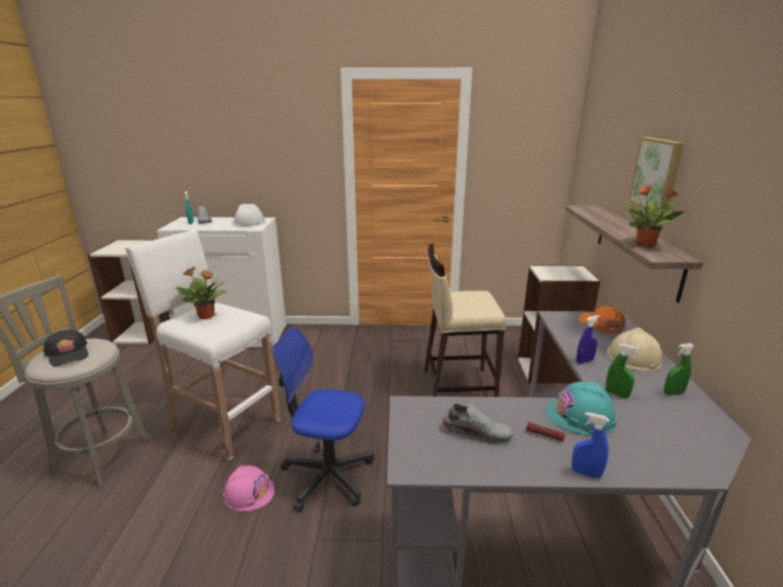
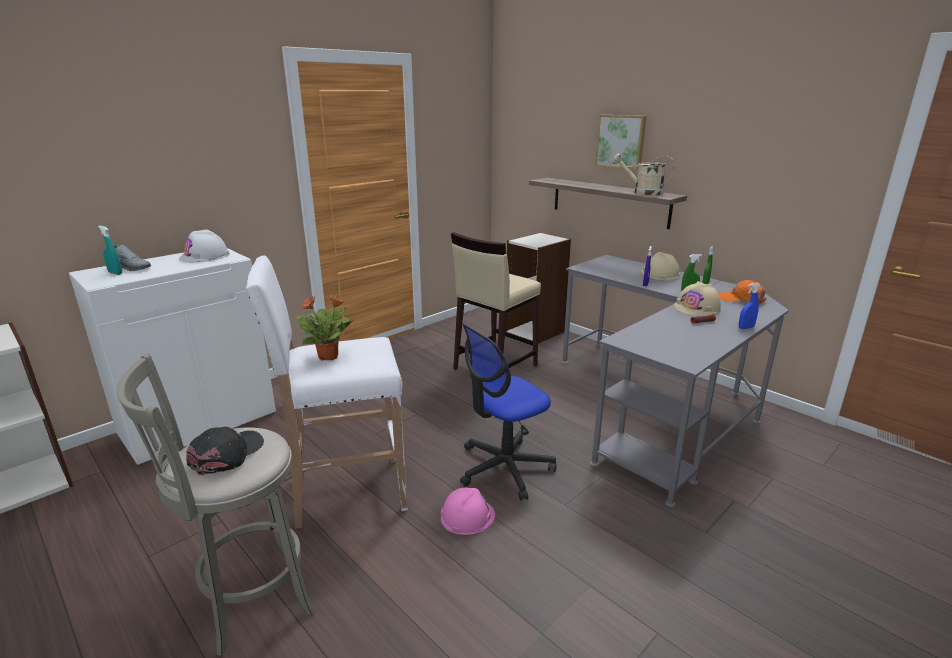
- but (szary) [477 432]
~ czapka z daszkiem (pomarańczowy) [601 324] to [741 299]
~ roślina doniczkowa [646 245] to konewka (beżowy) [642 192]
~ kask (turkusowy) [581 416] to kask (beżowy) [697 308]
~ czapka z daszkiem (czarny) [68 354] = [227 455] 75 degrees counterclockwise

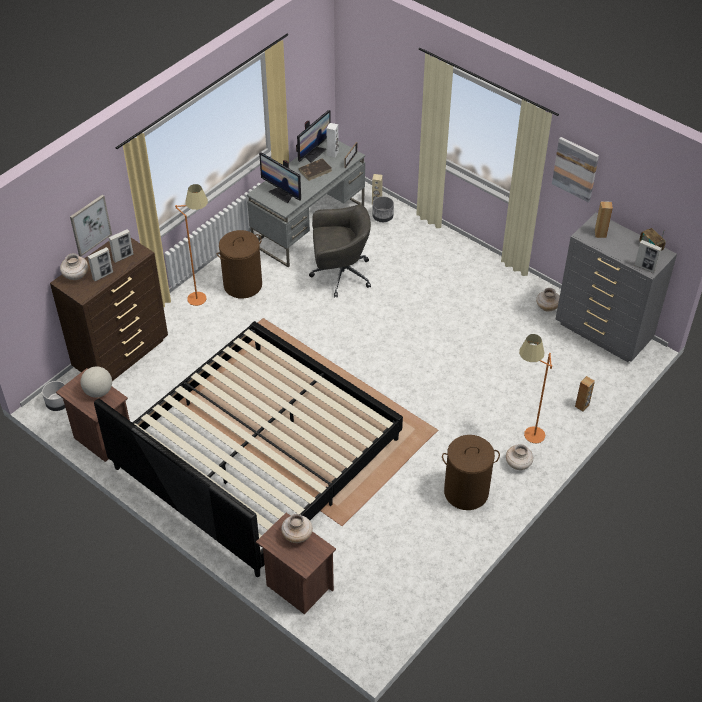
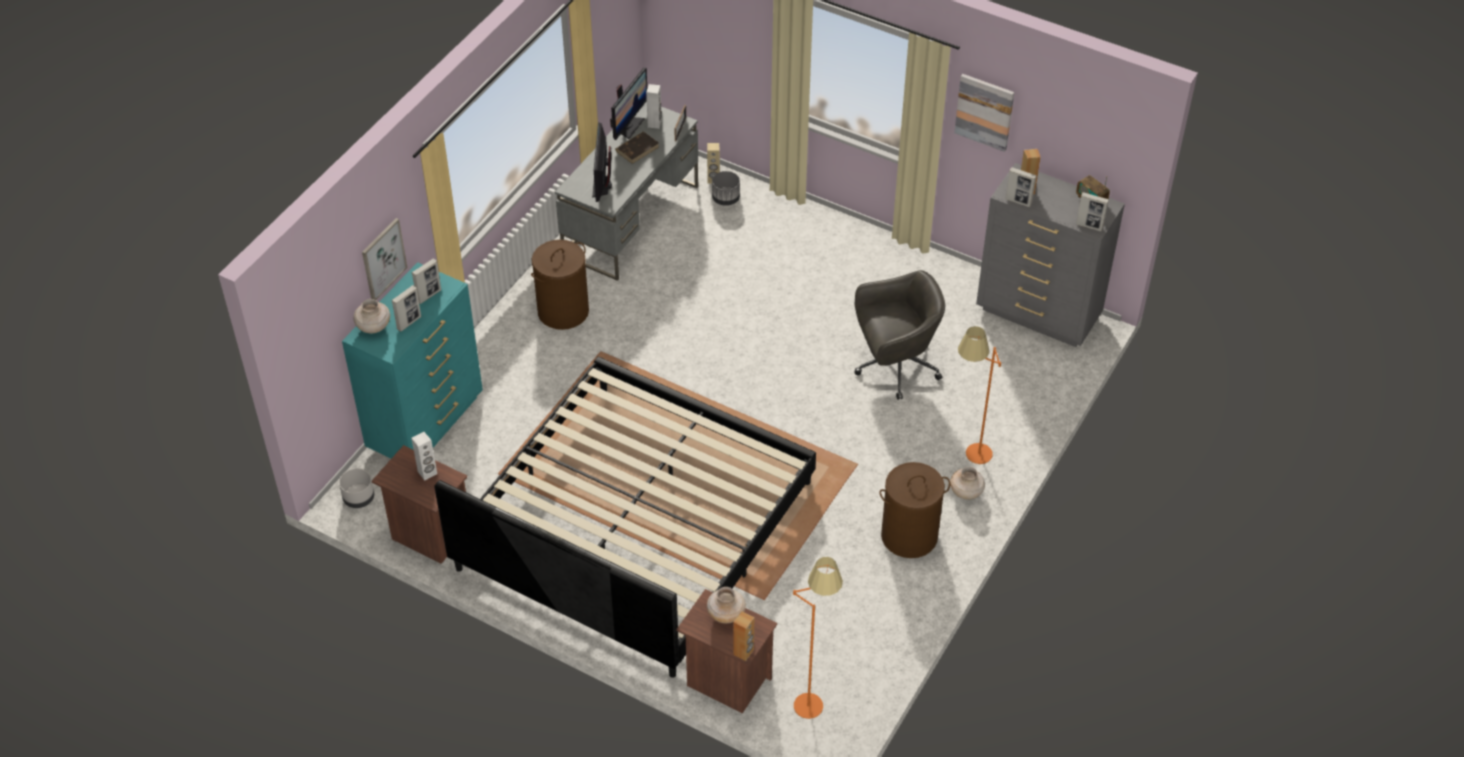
- wazon (beżowy) [547 307]
+ ramka na zdjęcie [1018 202]
~ lampa stojąca (pomarańczowy) [202 293] to [813 694]
~ krzesło biurowe (szary) [340 275] to [895 366]
~ głośnik (brązowy) [582 406] to [743 652]
~ globus [98 391] to głośnik (biały) [427 473]
~ komoda (brązowy) [122 354] to komoda (turkusowy) [427 423]
~ monitor [282 194] = [602 185] 60 degrees clockwise

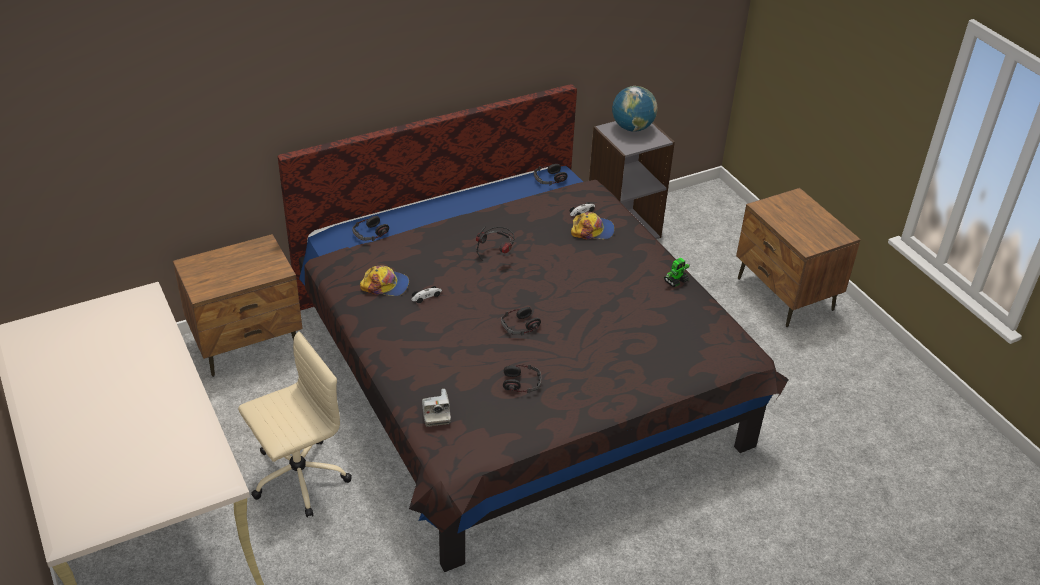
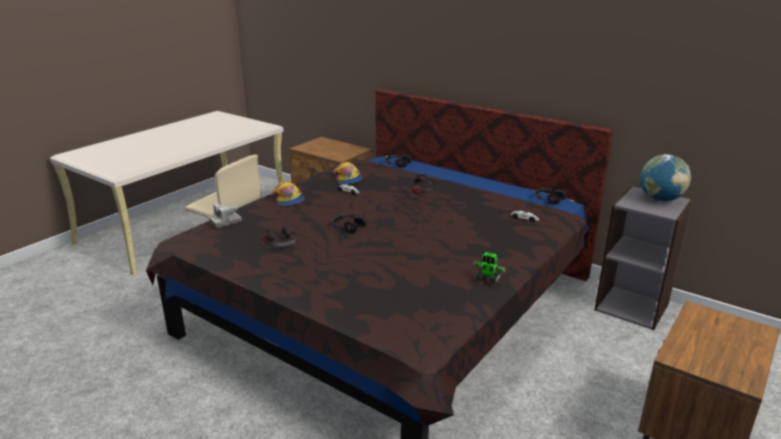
~ czapka z daszkiem [592 230] to [288 199]

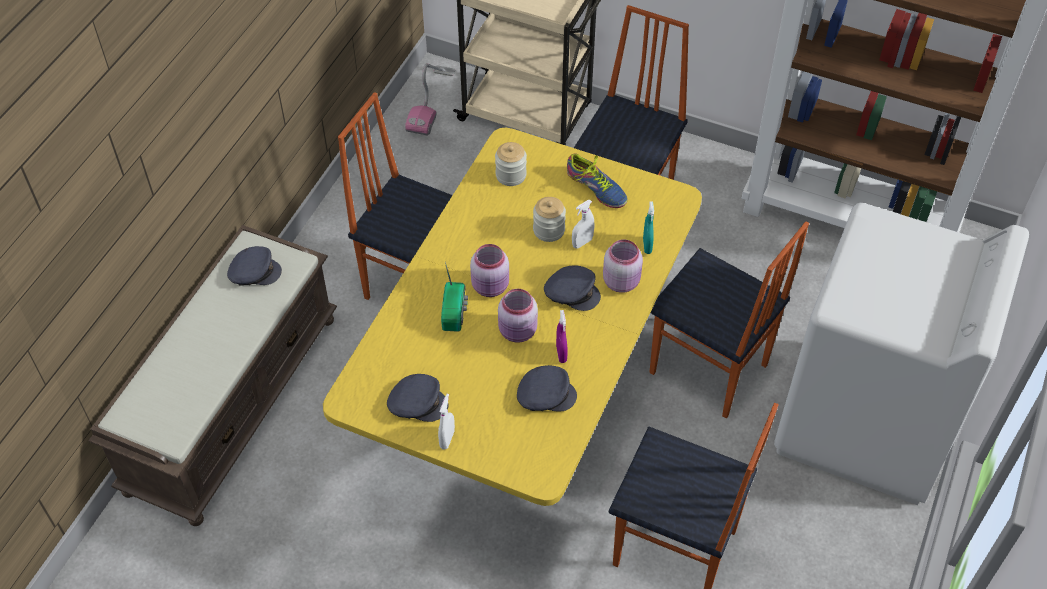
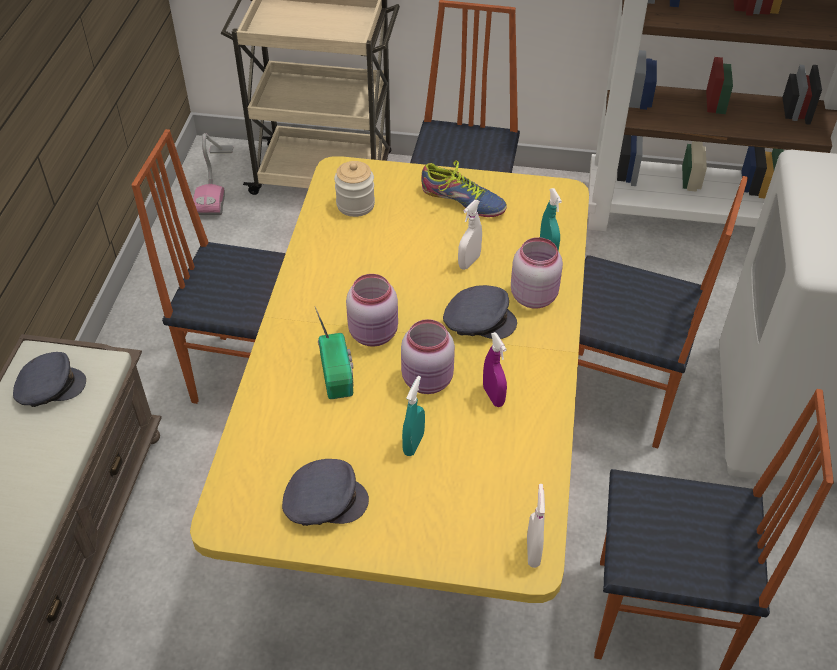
- czapka z daszkiem (szary) [545 395]
- słoik [549 230]
+ spryskiwacz (turkusowy) [413 444]
~ spryskiwacz (biały) [447 439] to [533 552]

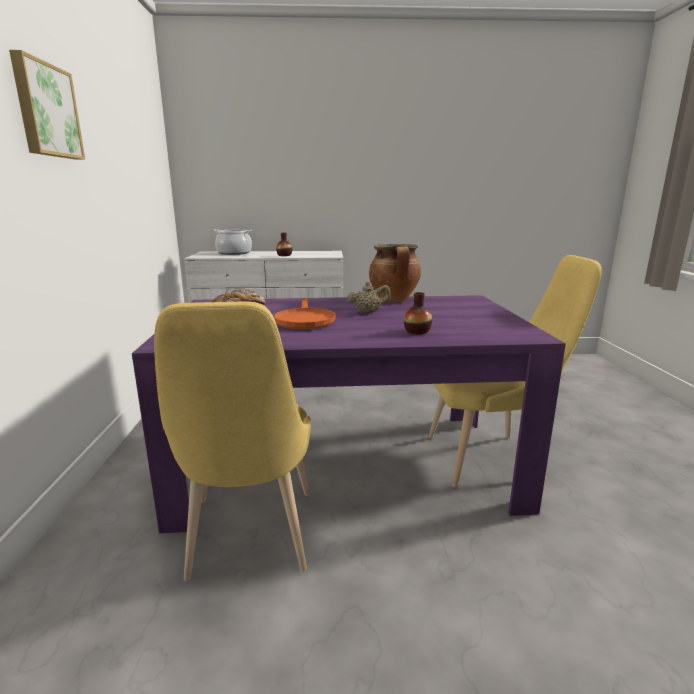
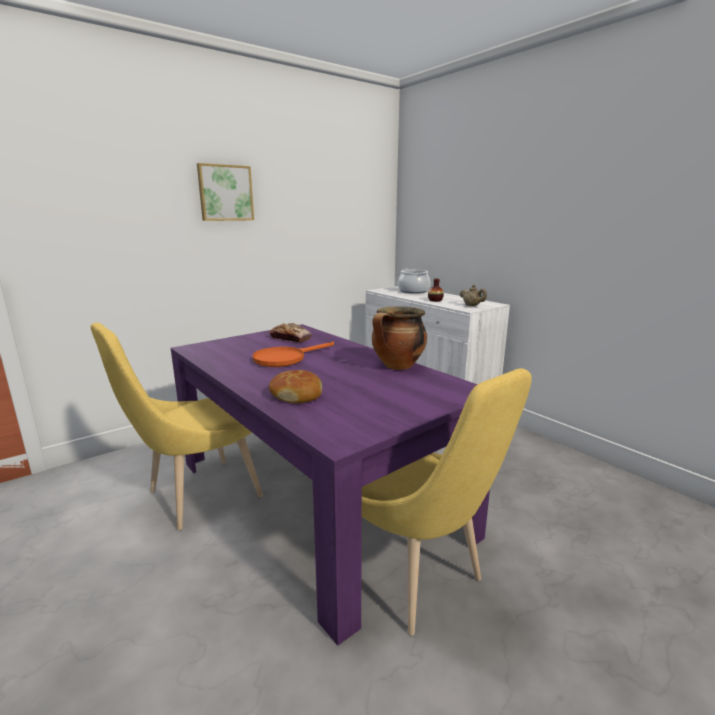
~ imbryk (beżowy) [368 312] to [472 305]
~ wazon [417 331] to chleb [297 395]

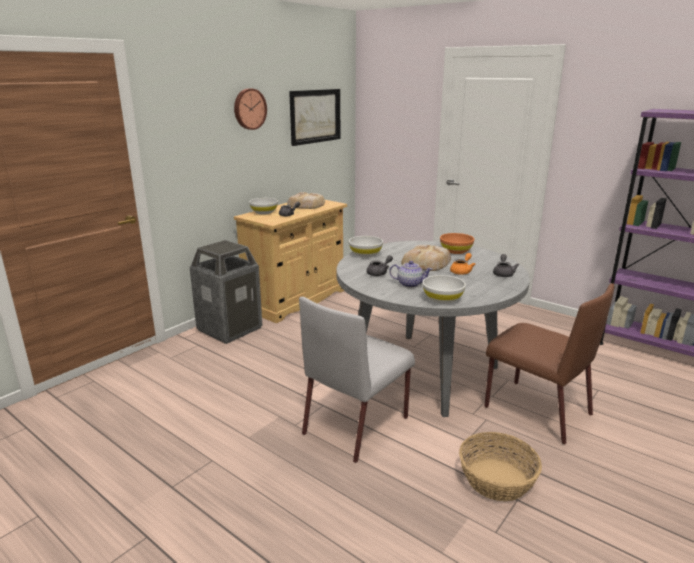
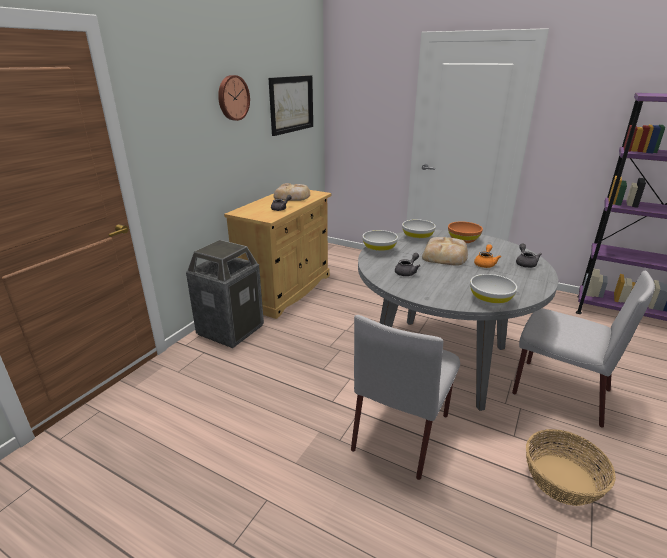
- imbryk [409 284]
~ miska (biały) [264 212] to [417 237]
~ krzesło (brązowy) [535 410] to krzesło (szary) [559 391]

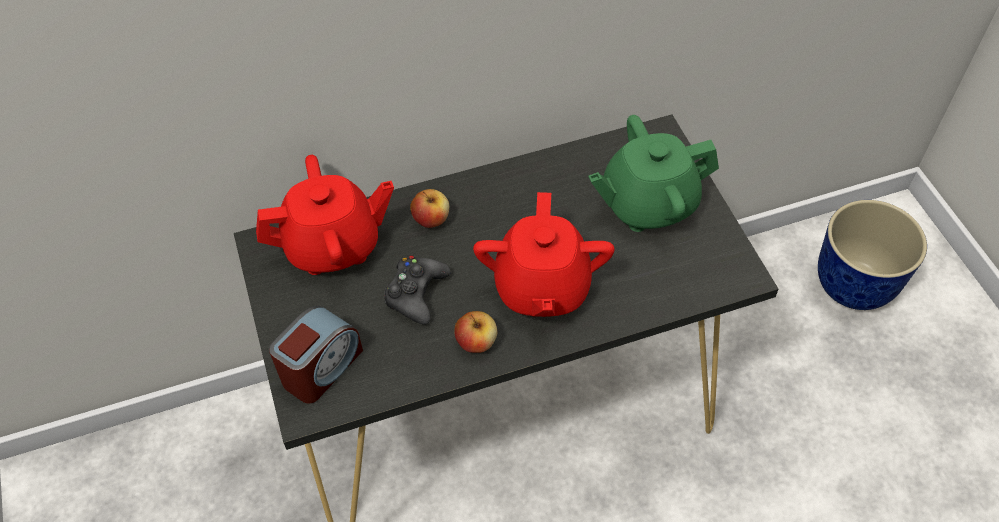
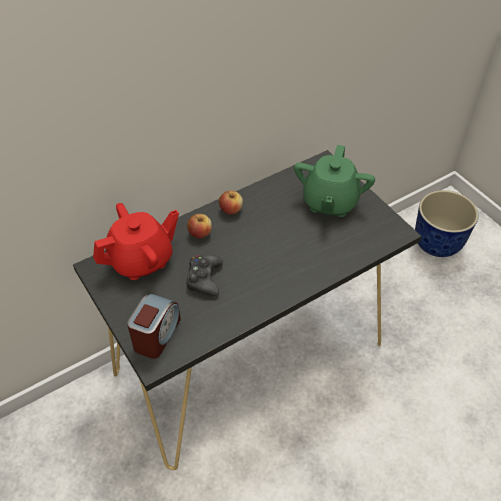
- imbryk (czerwony) [541 288]
~ jabłko [476 342] to [231 210]
~ imbryk (zielony) [647 204] = [329 202] 45 degrees counterclockwise

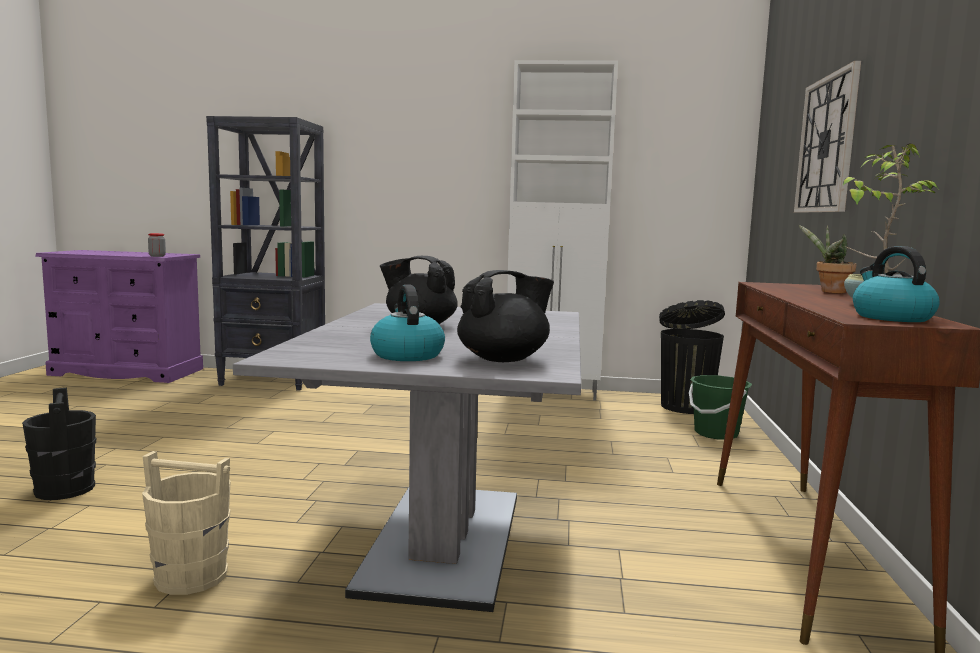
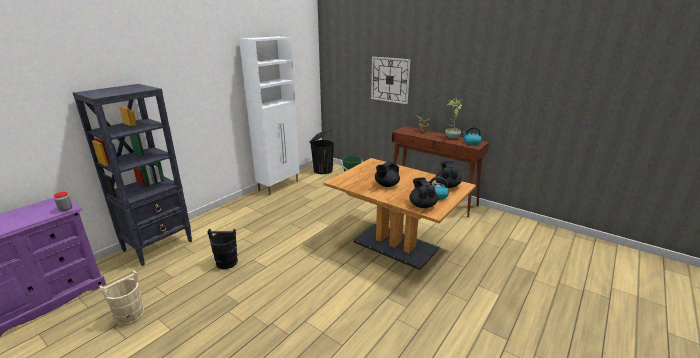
+ imbryk (czarny) [422 205]
~ wiadro (czarny) [65 489] to [226 262]
~ wiadro (beżowy) [190 576] to [130 316]
~ stół jadalny (szary) [444 541] to stół jadalny (brązowy) [395 245]

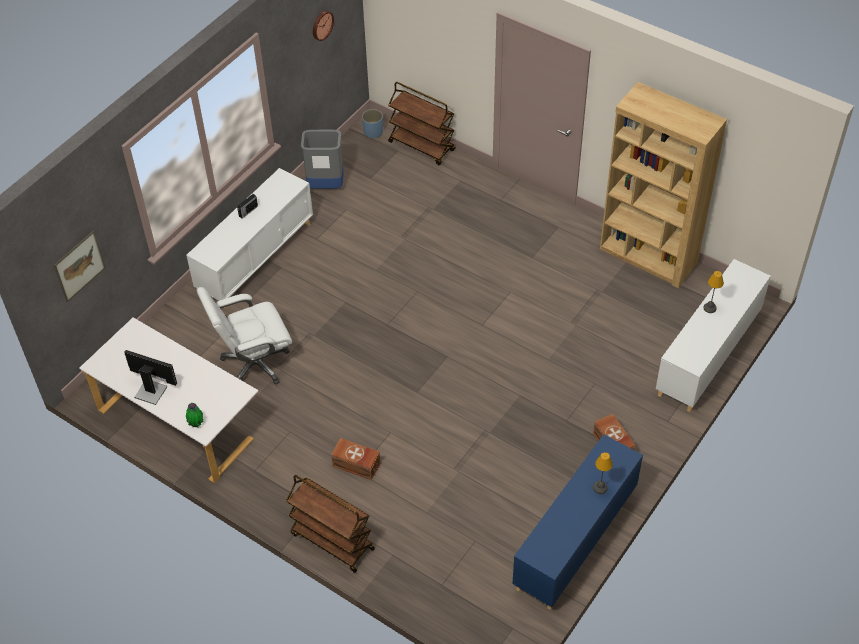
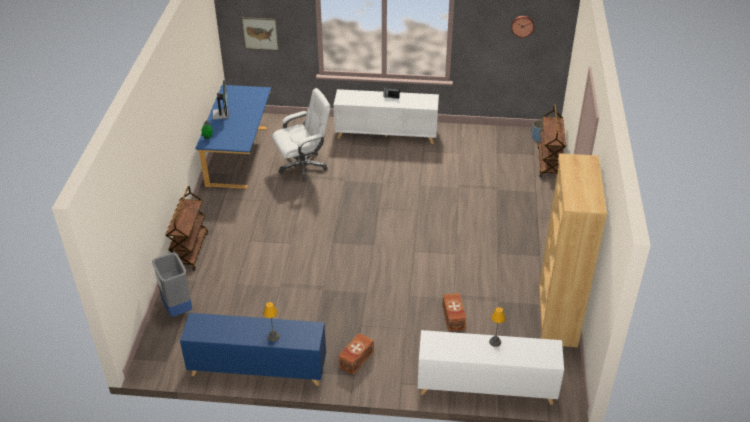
~ kosz na śmieci (szary) [325 186] to [177 308]
~ pojemnik do przechowywania (brązowy) [356 465] to [453 318]
~ biurko (biały) [179 422] to biurko (niebieski) [240 156]
~ krzesło biurowe (biały) [254 364] = [303 166] 120 degrees clockwise

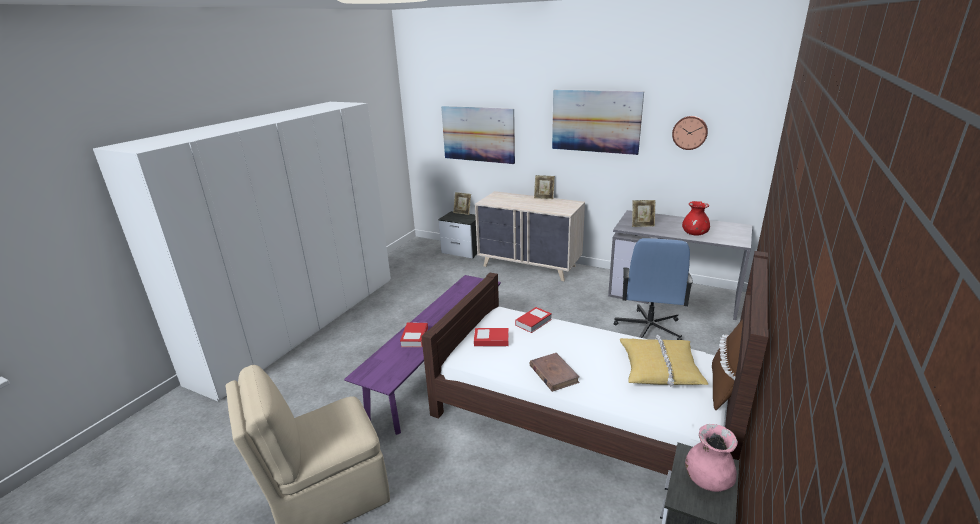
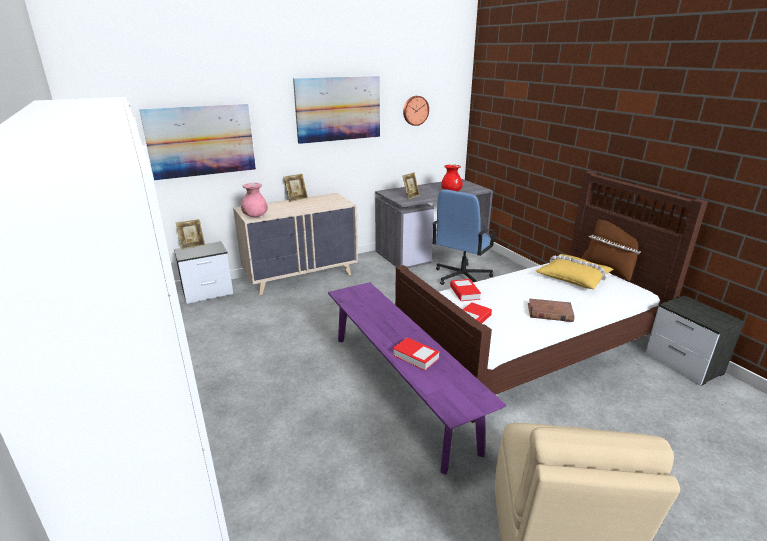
~ wazon (różowy) [707 480] to [255 216]
~ krzesło biurowe (niebieski) [648 329] = [461 277] 75 degrees clockwise

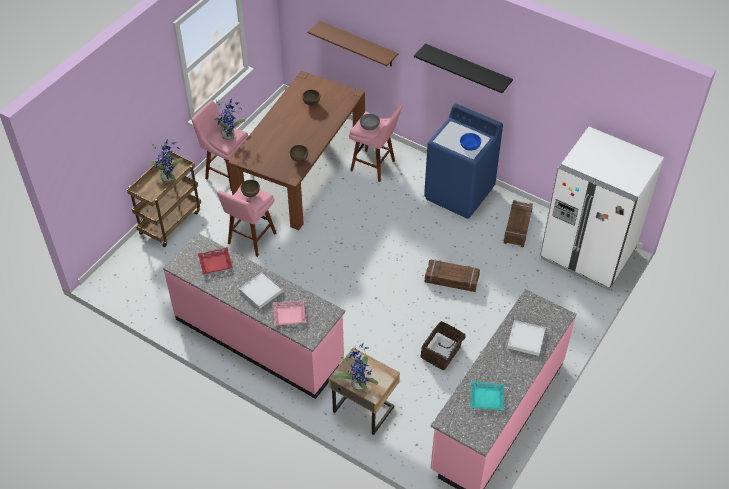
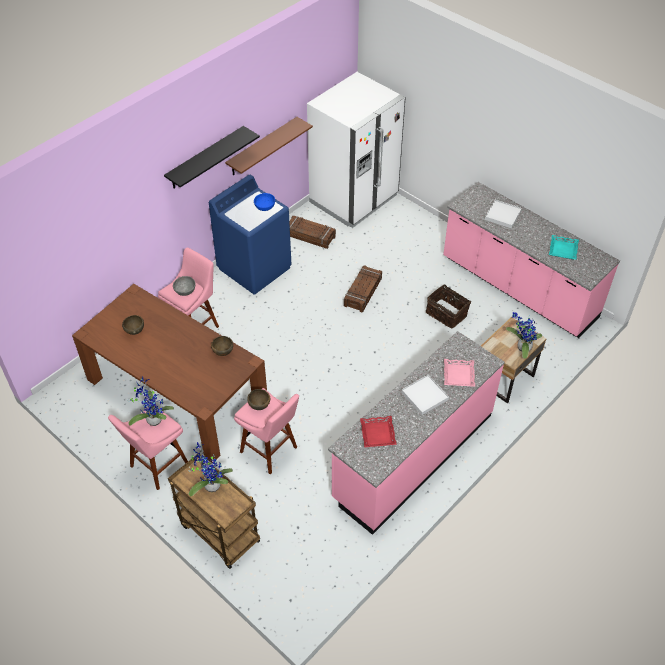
~ półka (brązowy) [358 44] to [262 147]

